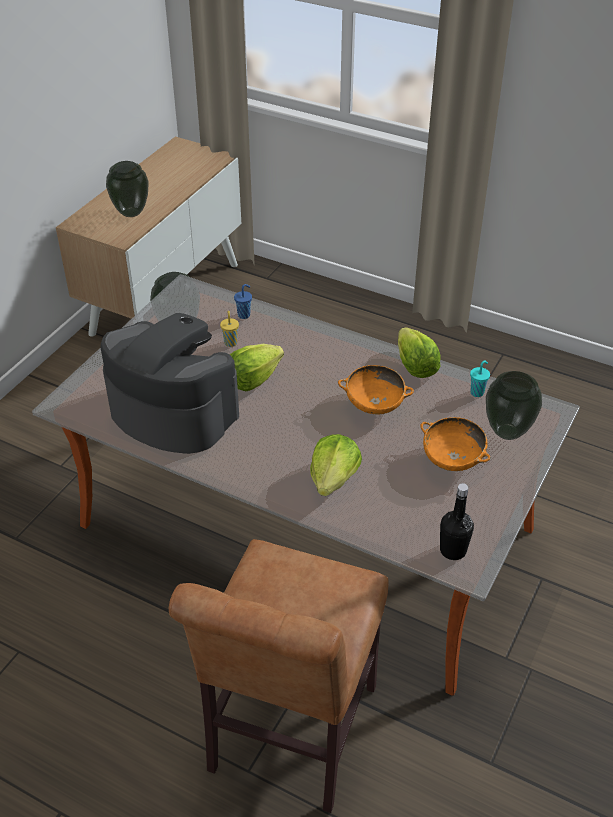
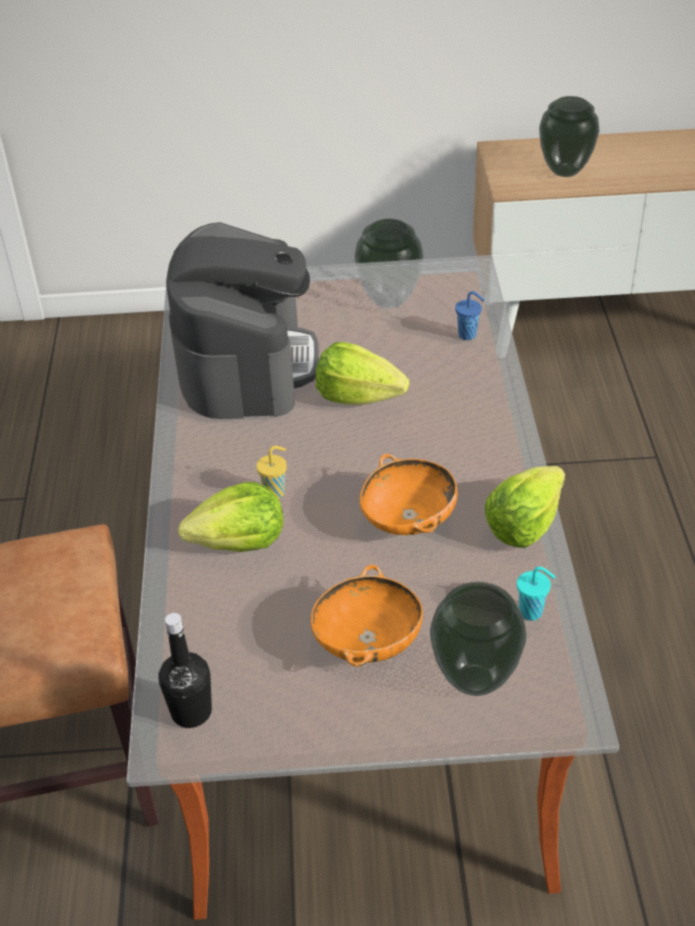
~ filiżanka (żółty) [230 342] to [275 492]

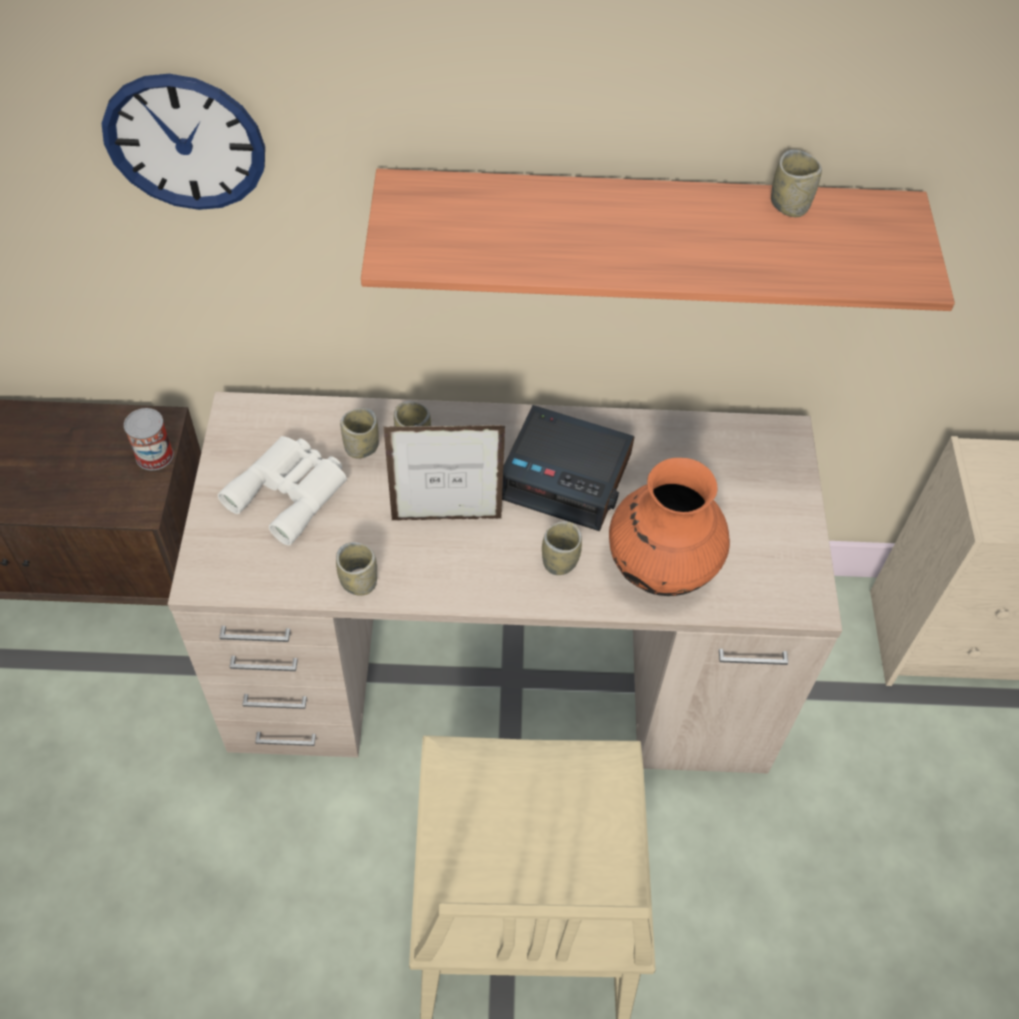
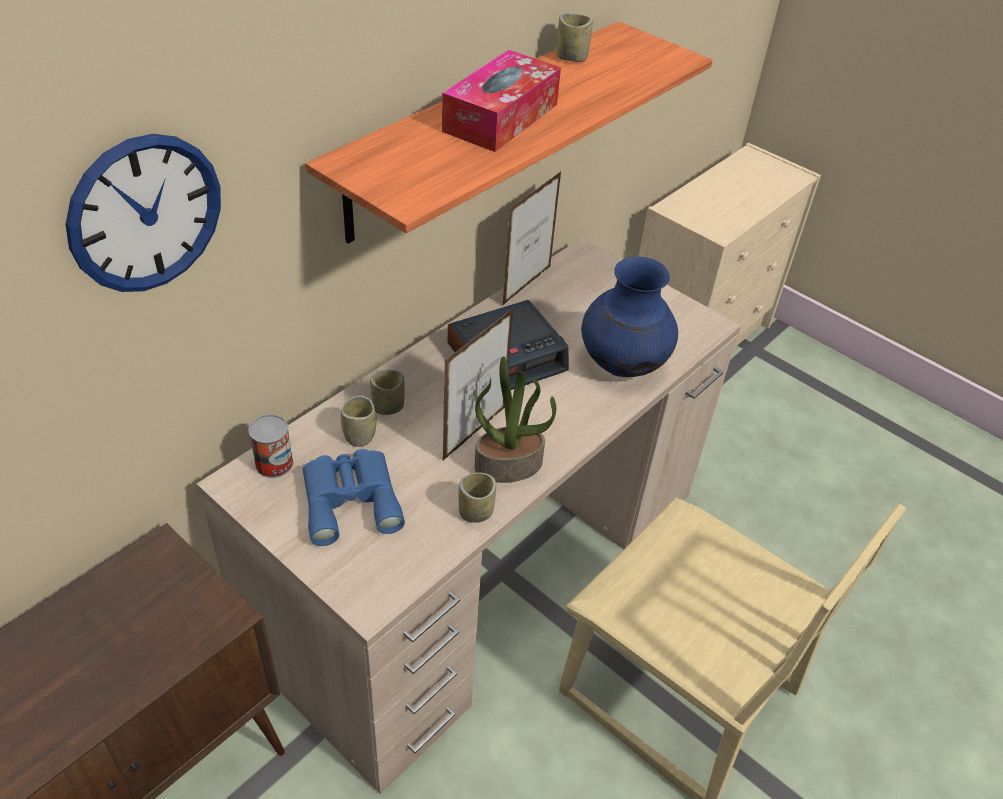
- filiżanka [559 562]
+ pudełko chusteczek [501 117]
+ roślina doniczkowa [509 464]
+ ramka na zdjęcie [527 285]
~ puszka [154 455] to [274 463]
~ lornetka (biały) [291 491] to lornetka (niebieski) [351 498]
~ wazon (pomarańczowy) [661 566] to wazon (niebieski) [622 363]

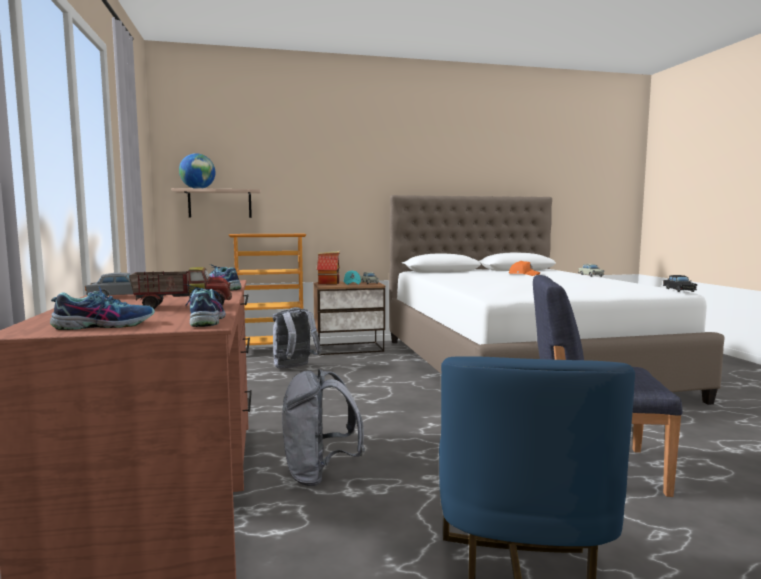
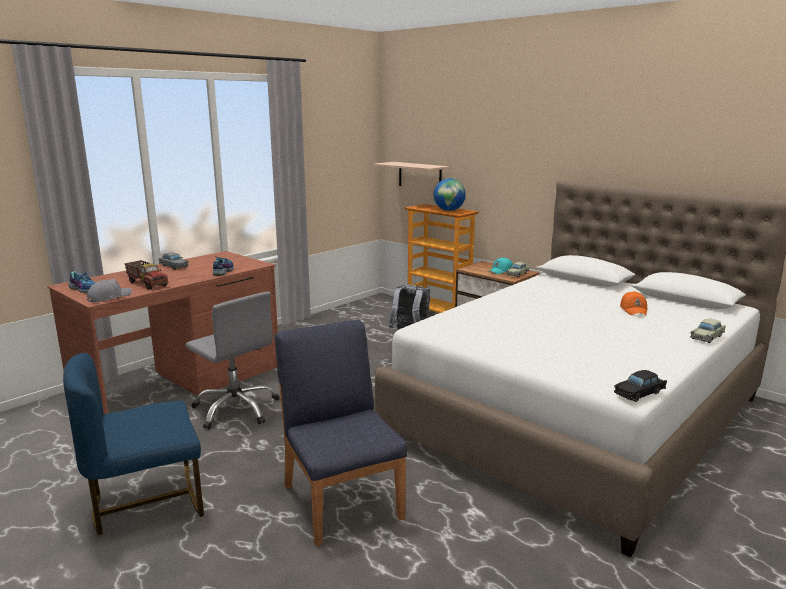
- domek [329 283]
~ globus [198 189] to [449 210]
~ but [205 320] to czapka z daszkiem (szary) [109 297]
~ plecak (szary) [319 474] to krzesło biurowe (szary) [236 409]

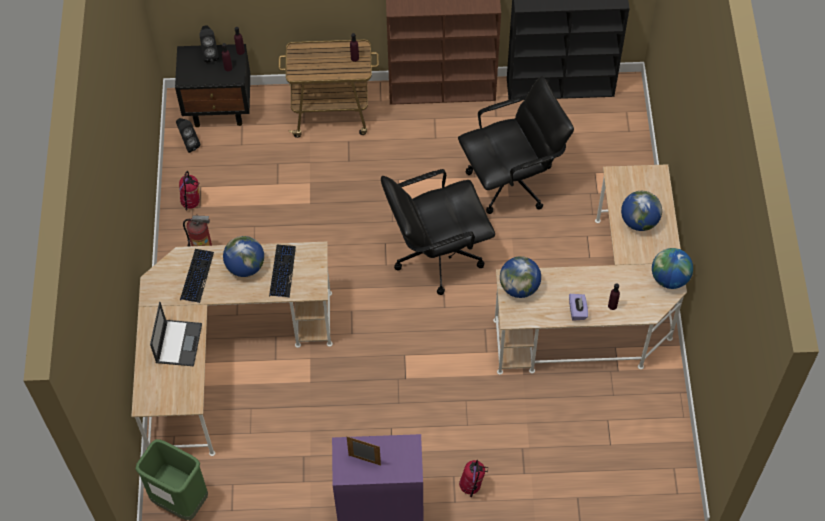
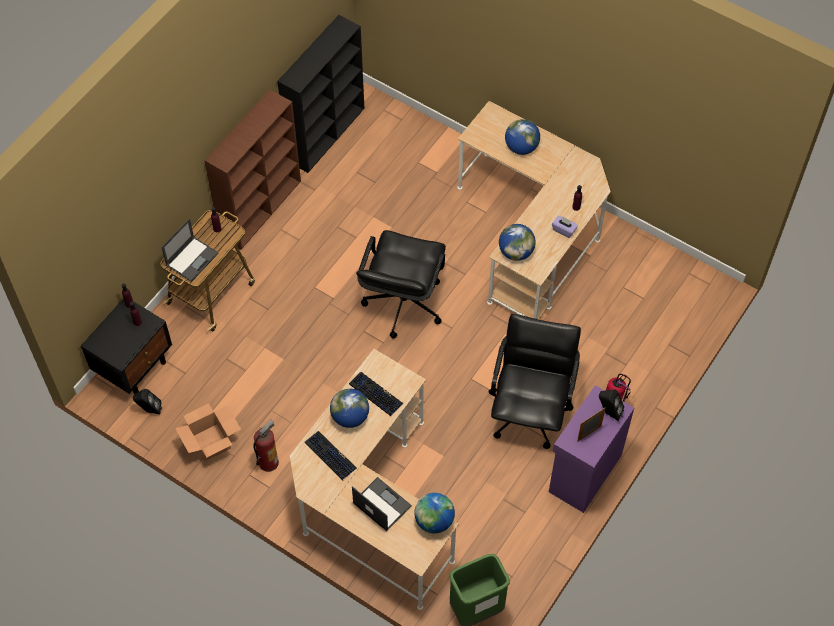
+ laptop [192 259]
~ głośnik (czarny) [210 54] to [609 412]
~ krzesło biurowe (czarny) [512 182] to [529 411]
~ globus [669 278] to [434 521]
~ gaśnica [191 204] to karton [210 442]

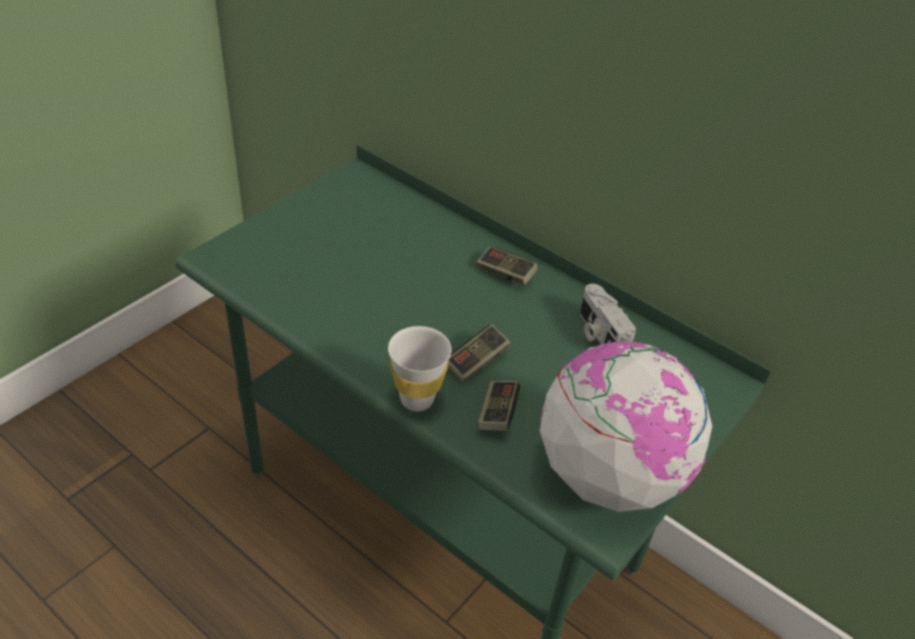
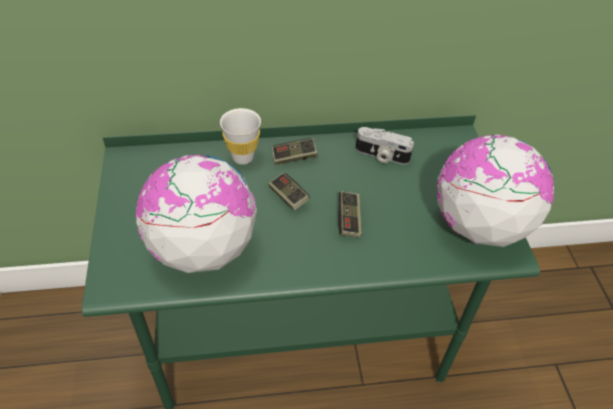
+ globus [202 249]
~ filiżanka (biały) [417 399] to [243 157]
~ pad do gier [497 413] to [288 197]

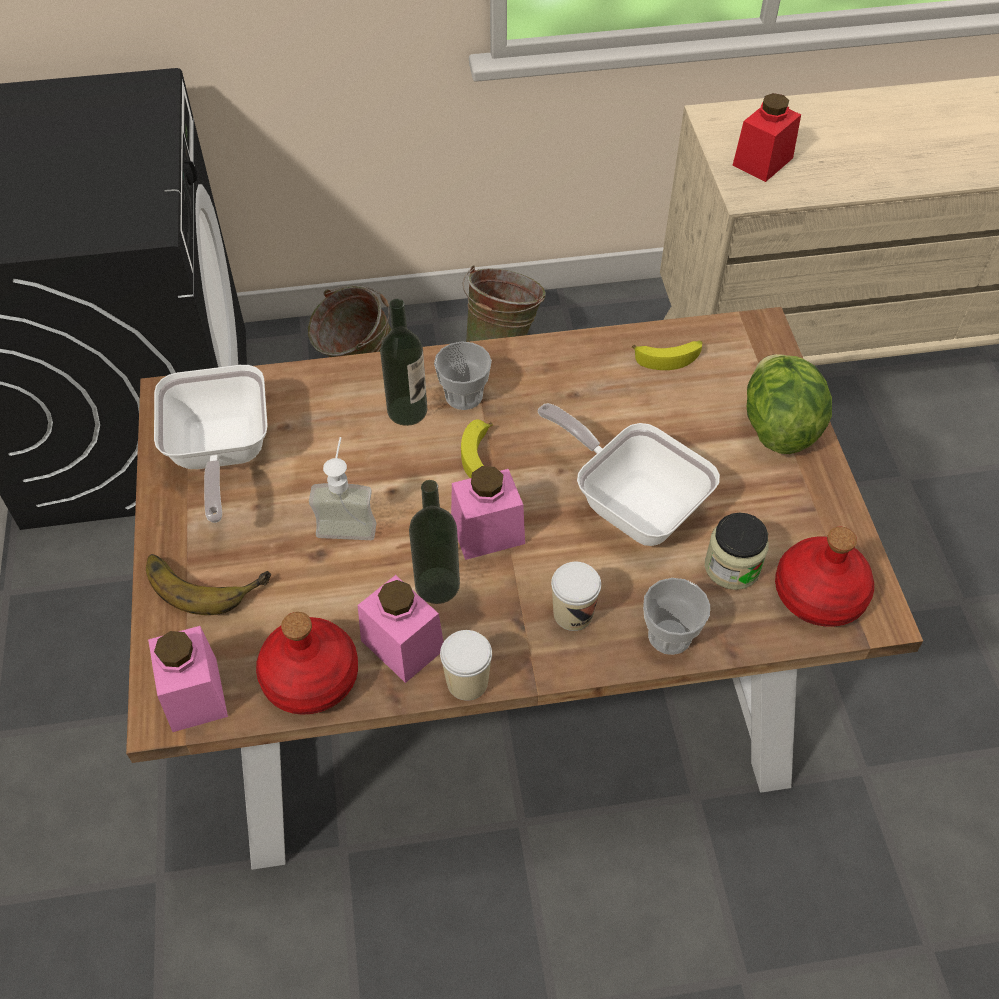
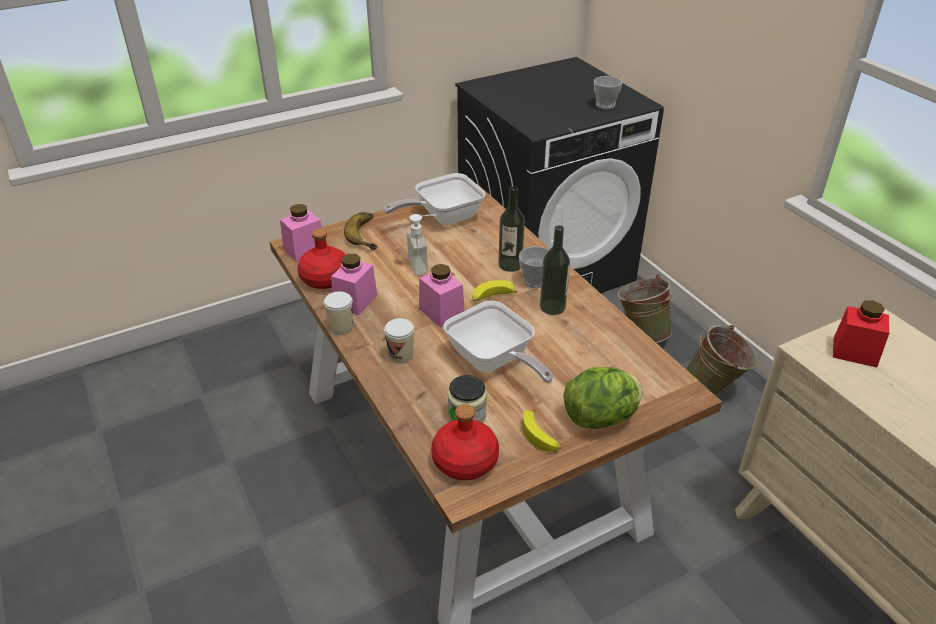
~ butelka [437 585] to [552 307]
~ banan [669 357] to [540 436]
~ filiżanka [669 635] to [605 105]
~ patelnia [631 503] = [493 362] 120 degrees clockwise

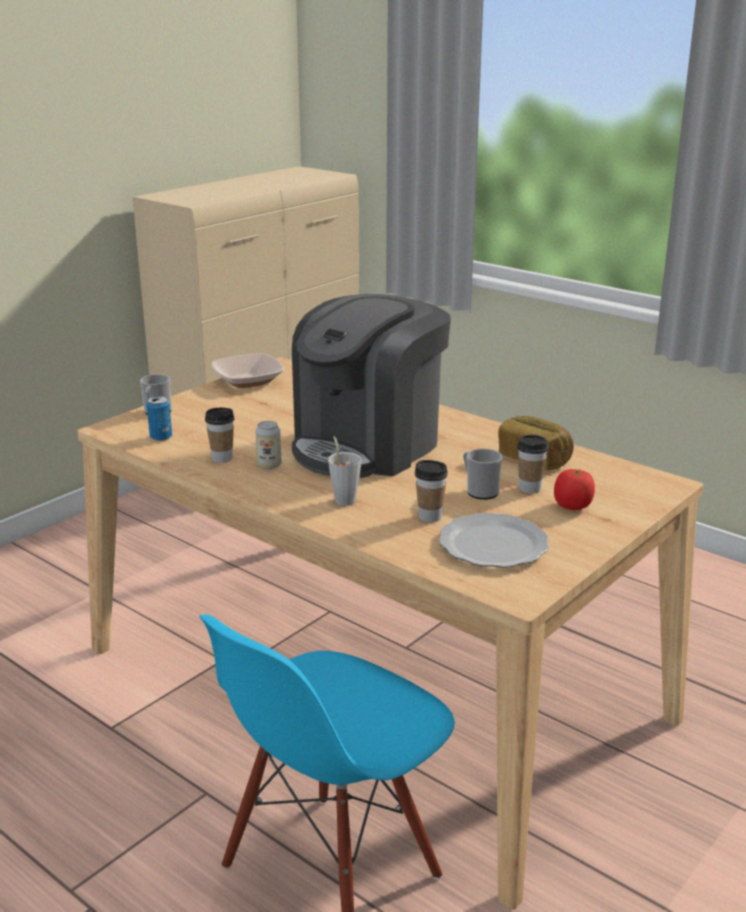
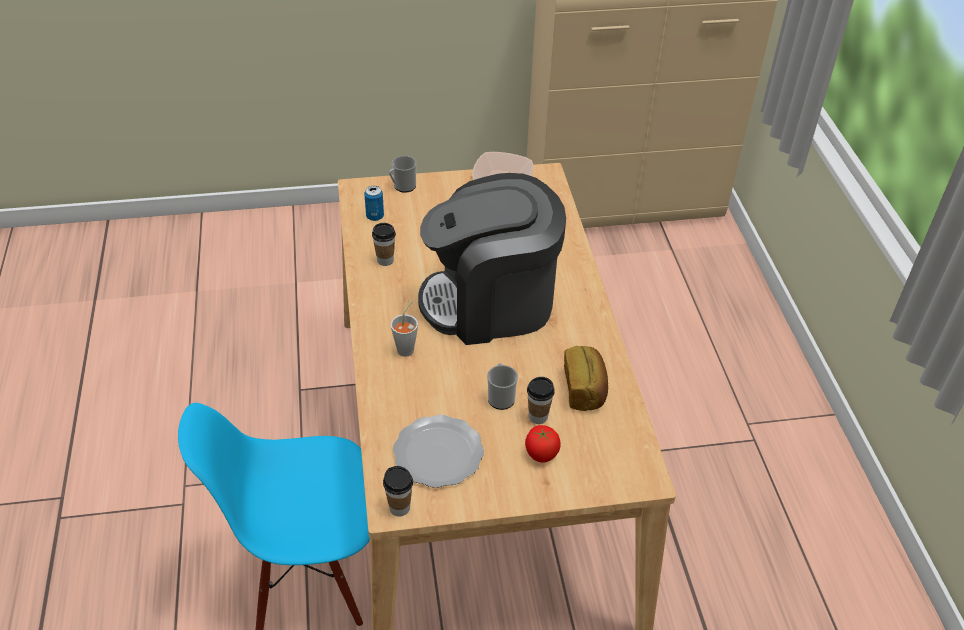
- puszka [269 465]
~ filiżanka [430 517] to [399 508]

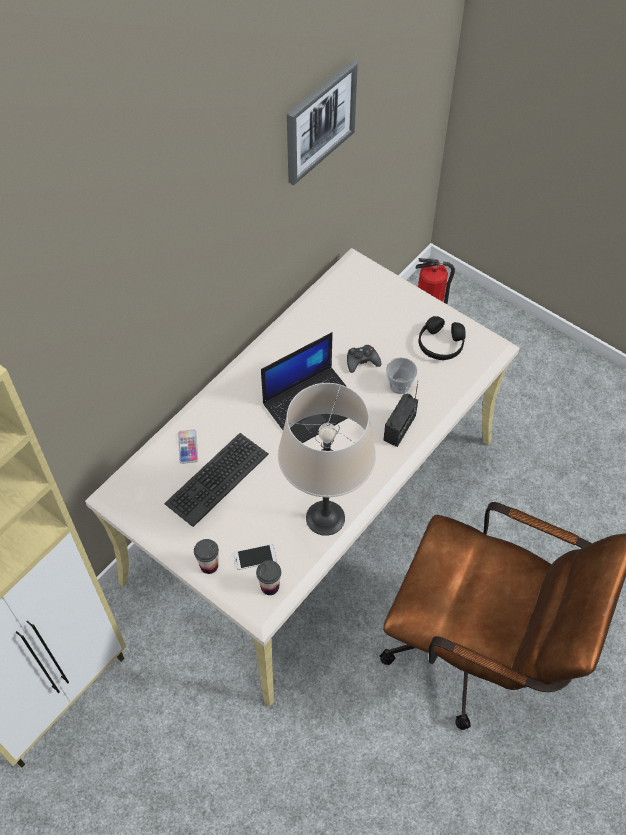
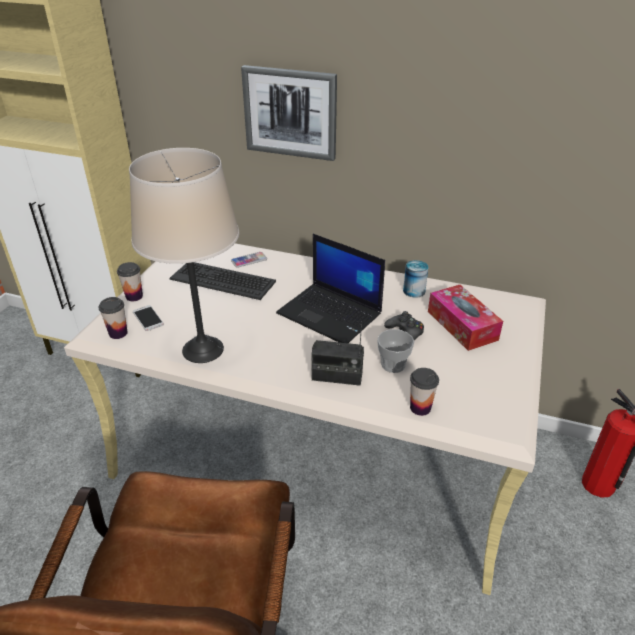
- słuchawki (czarny) [440 344]
+ puszka [414 291]
+ filiżanka [420 408]
+ pudełko chusteczek [462 325]
~ obraz [319 122] to [290 112]

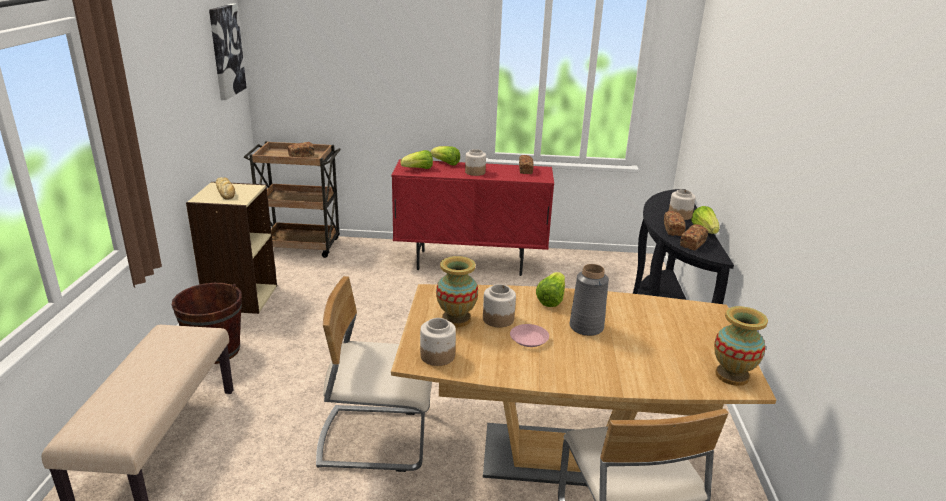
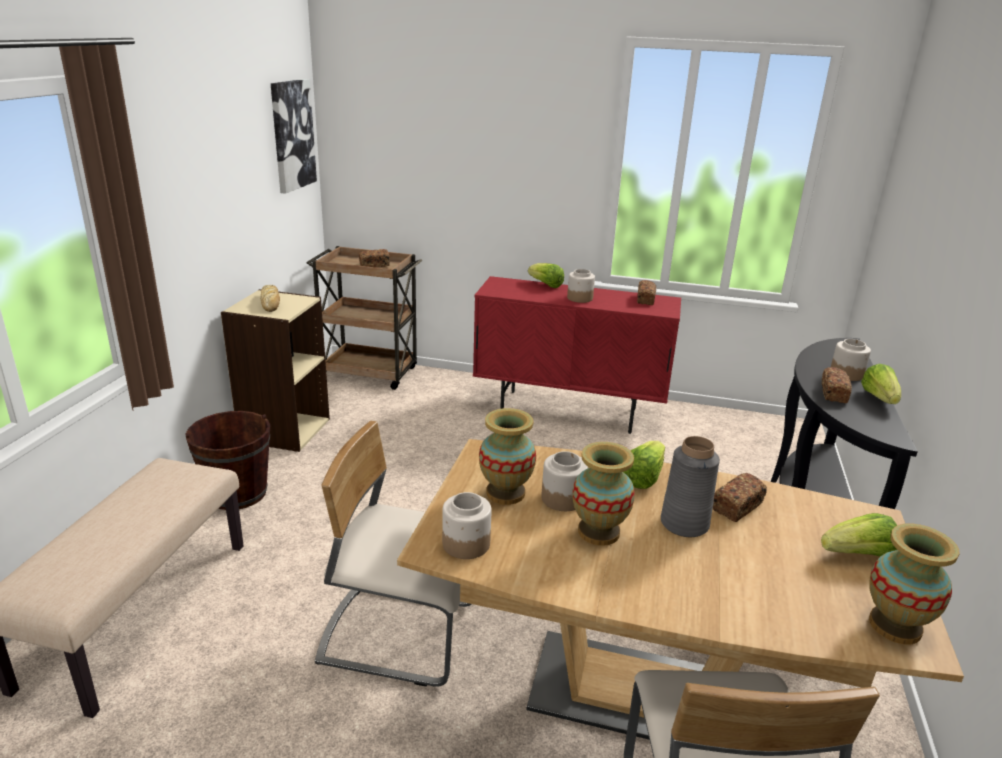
~ sałata [418 169] to [858 554]
~ chleb [693 244] to [737 507]
~ talerz (różowy) [529 338] to wazon [599 532]

